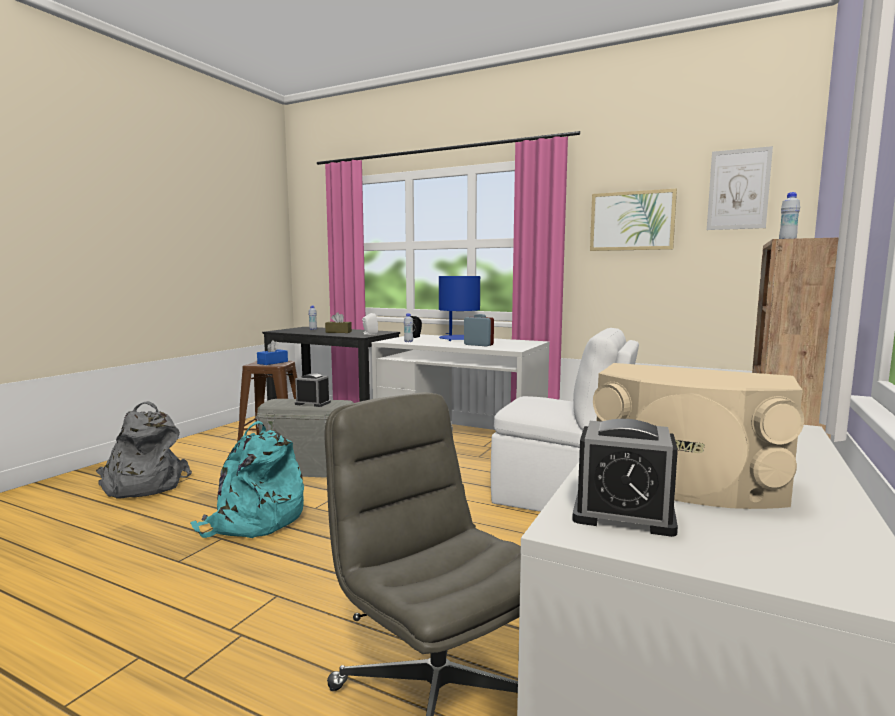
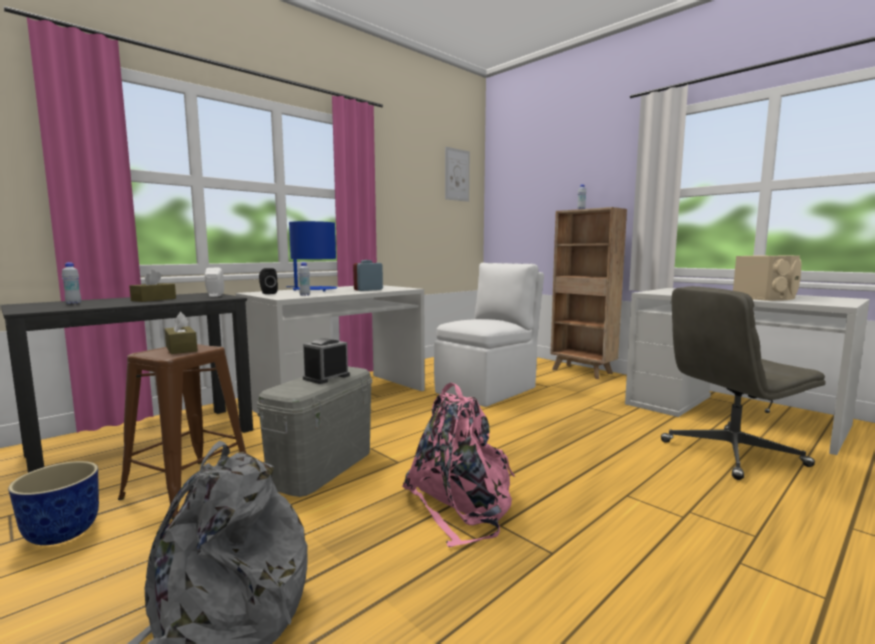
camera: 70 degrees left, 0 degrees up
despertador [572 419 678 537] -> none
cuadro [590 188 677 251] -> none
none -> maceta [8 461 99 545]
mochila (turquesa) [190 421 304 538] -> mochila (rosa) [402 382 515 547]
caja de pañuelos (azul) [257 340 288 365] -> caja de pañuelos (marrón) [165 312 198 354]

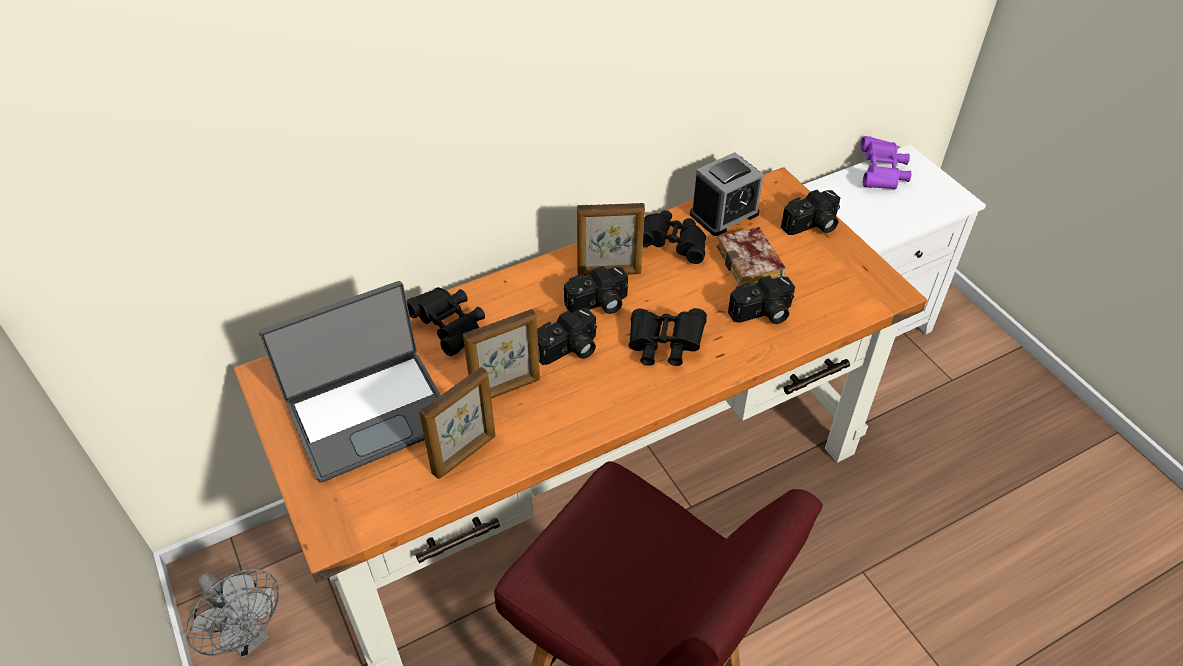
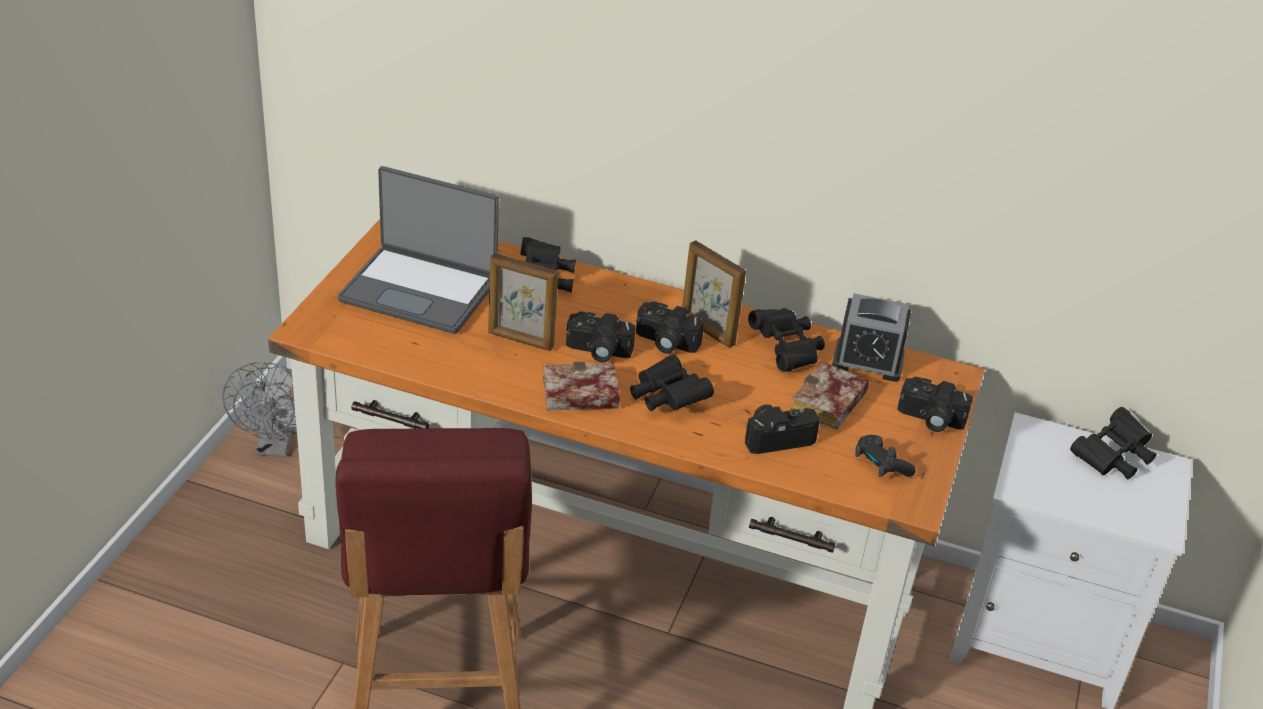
camera: 45 degrees right, 10 degrees down
portarretratos [419 367 495 479] -> none
none -> libro [543 362 620 410]
none -> mando de consola (negro) [855 435 916 477]
prismáticos (morado) [860 136 911 190] -> prismáticos (negro) [1070 407 1156 479]
cámara [728 275 795 324] -> cámara [745 404 820 454], 135 degrees clockwise

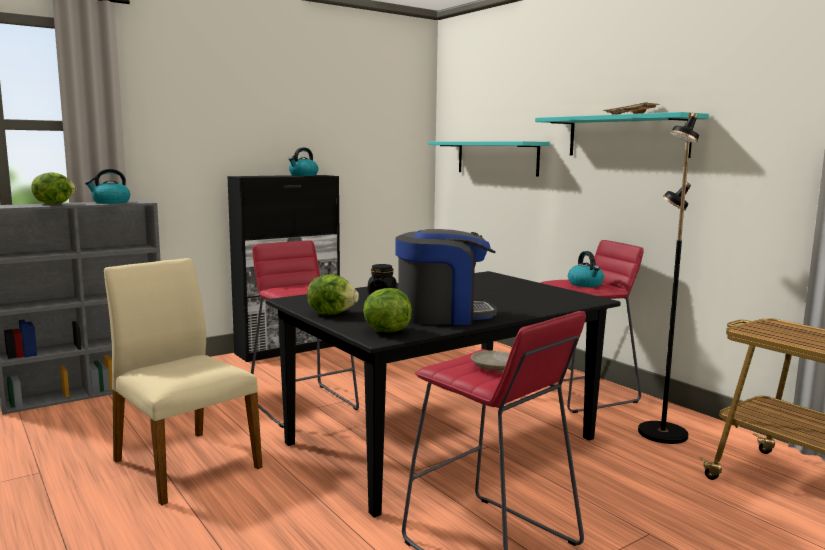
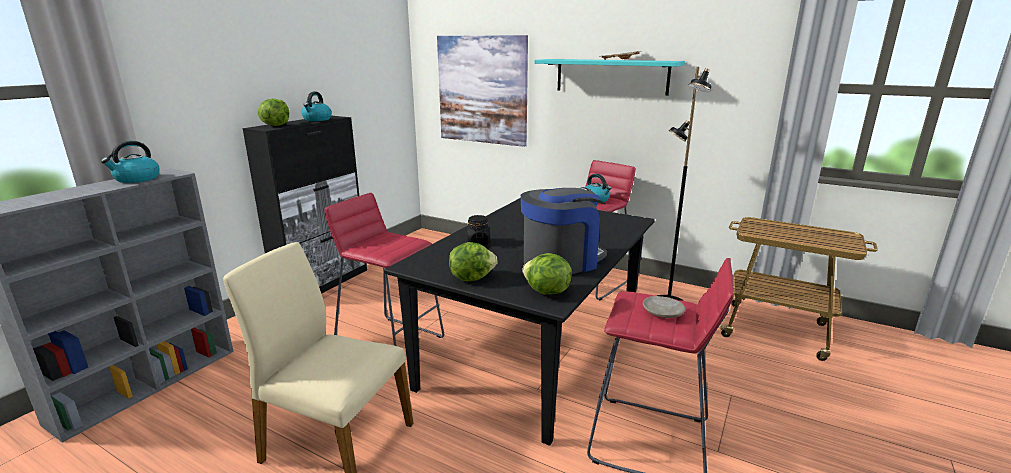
camera: 25 degrees left, 10 degrees up
lechuga [31 172 76 204] -> lechuga [258 99 289 126], relocated
estante (turquesa) [428 141 550 177] -> cuadro [437 35 528 147]

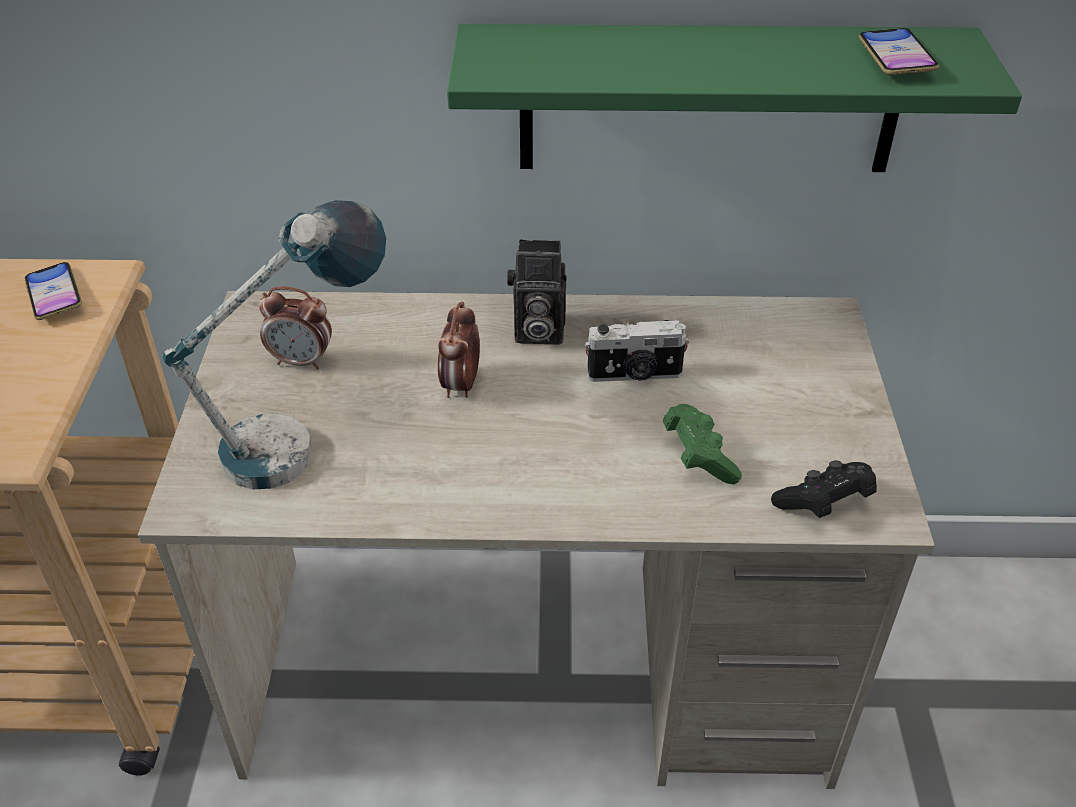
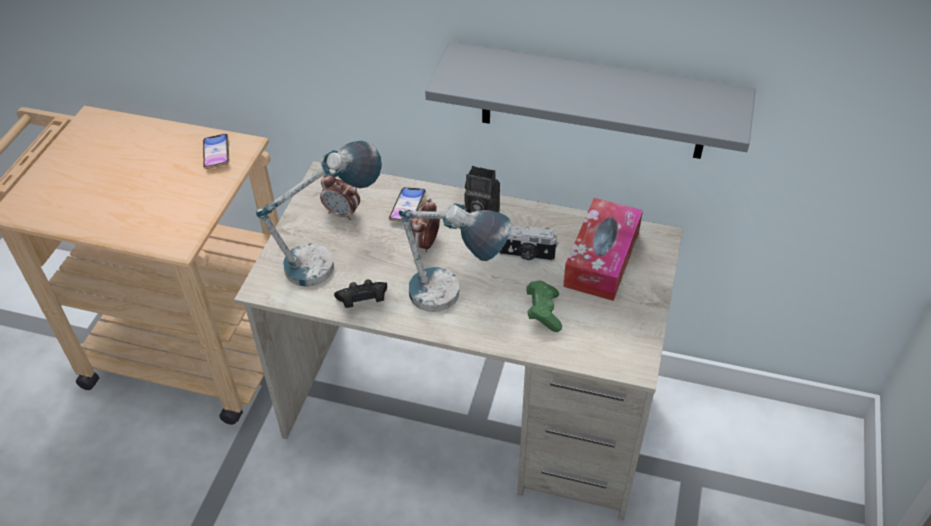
camera: 15 degrees right, 5 degrees up
none -> lámpara de mesa [399 203 511 312]
none -> caja de pañuelos [563 198 643 301]
mando de consola (negro) [771 460 877 518] -> mando de consola (negro) [334 279 387 308], relocated
móvil [859 28 939 75] -> móvil [389 187 426 222], relocated
estante (verde) [447 24 1022 172] -> estante (gris) [425 42 756 159]

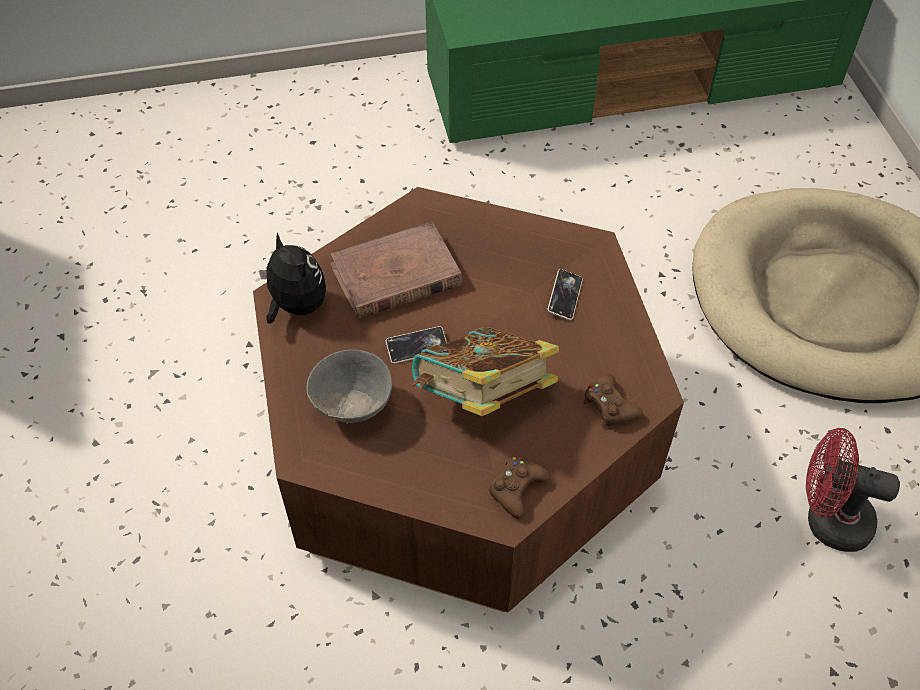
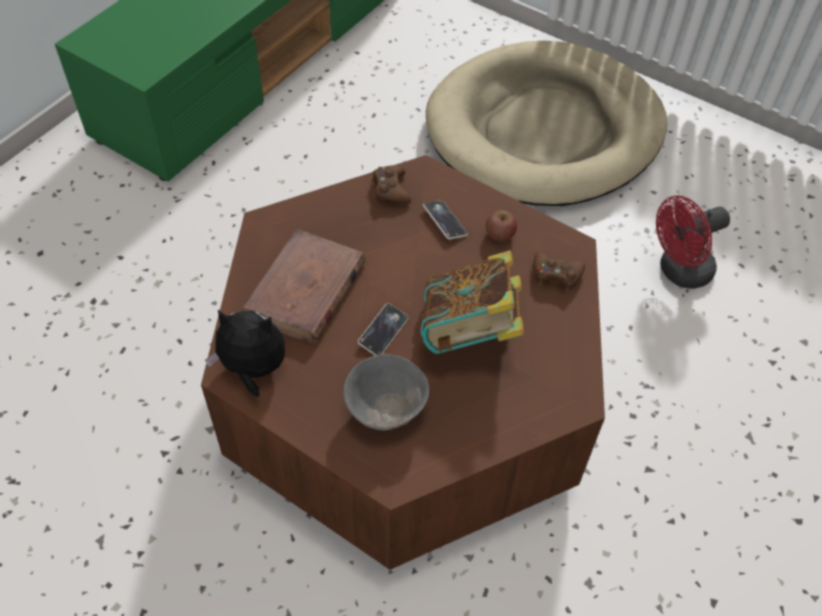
camera: 45 degrees left, 0 degrees up
none -> manzana [486 210 517 242]
mando de consola (marrón) [489 457 550 519] -> mando de consola (marrón) [372 165 411 204], relocated

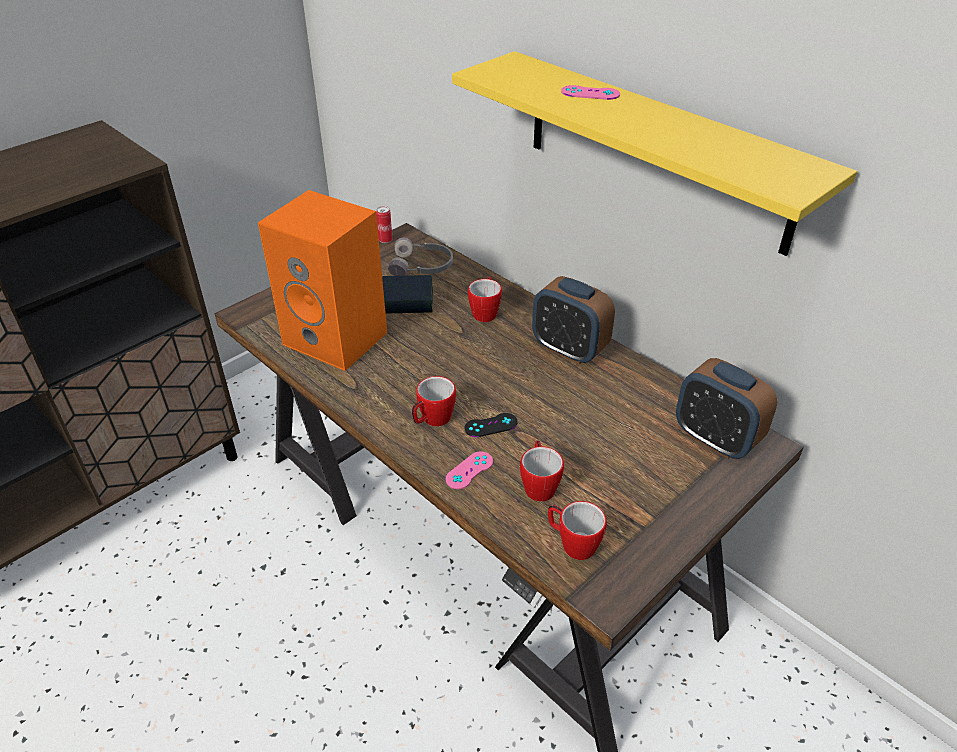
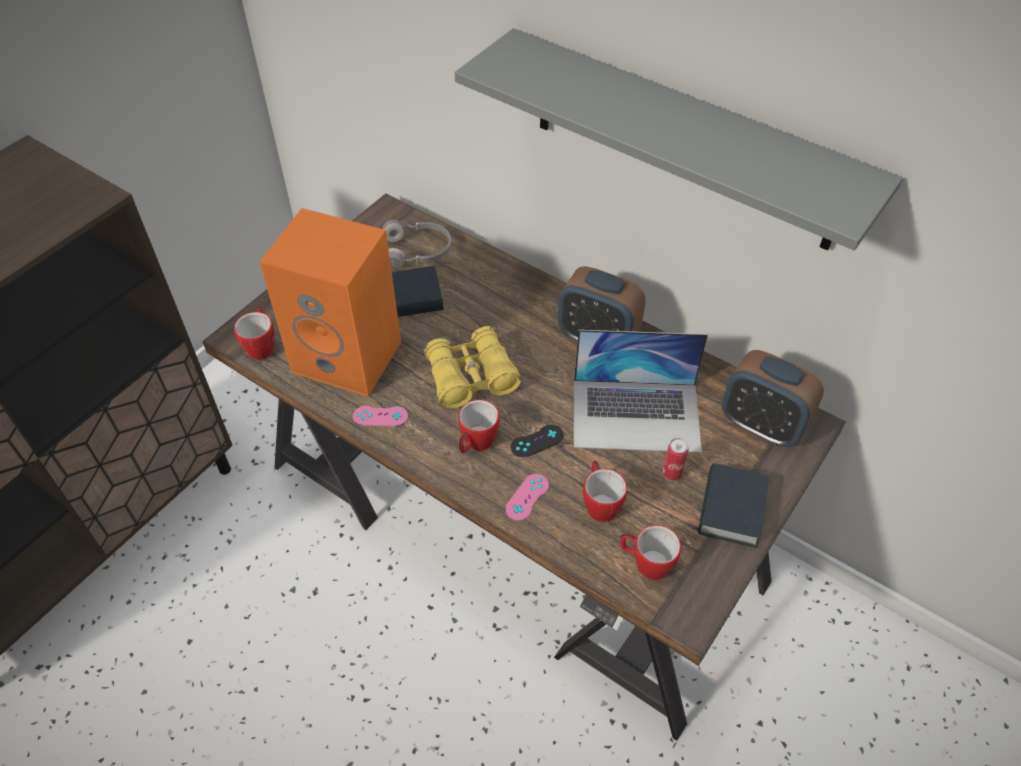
camera: 10 degrees left, 10 degrees up
none -> prismáticos (amarillo) [423 326 521 409]
none -> portátil [574 330 708 453]
none -> libro [698 463 769 548]
lata [376 206 393 243] -> lata [663 438 689 481], relocated
taza grande [468 276 502 322] -> taza grande [234 306 275 360], relocated
mando de consola (rosa) [561 85 620 100] -> mando de consola (rosa) [353 406 408 427], relocated
estante (amarillo) [452 51 857 256] -> estante (gris) [455 28 903 251]

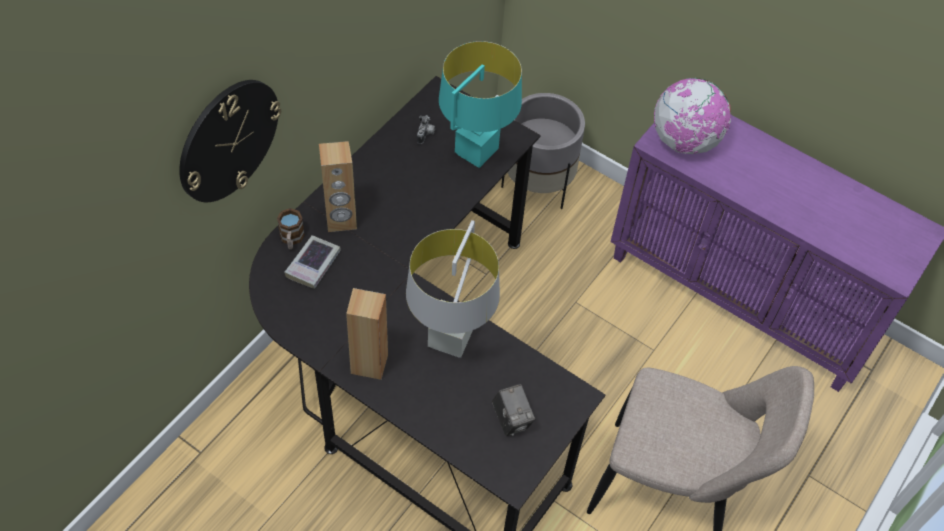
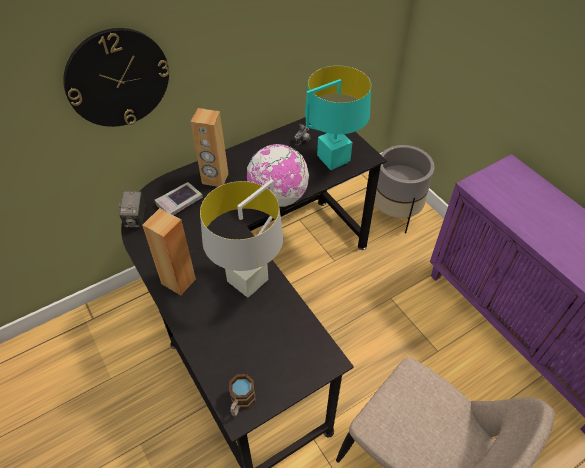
camera: 25 degrees right, 5 degrees down
taza grande [277 208 305 250] -> taza grande [229 374 255 416], relocated
cámara [492 384 535 436] -> cámara [119 191 146 228], relocated
globo terráqueo [653 78 731 154] -> globo terráqueo [247 144 309 207], relocated

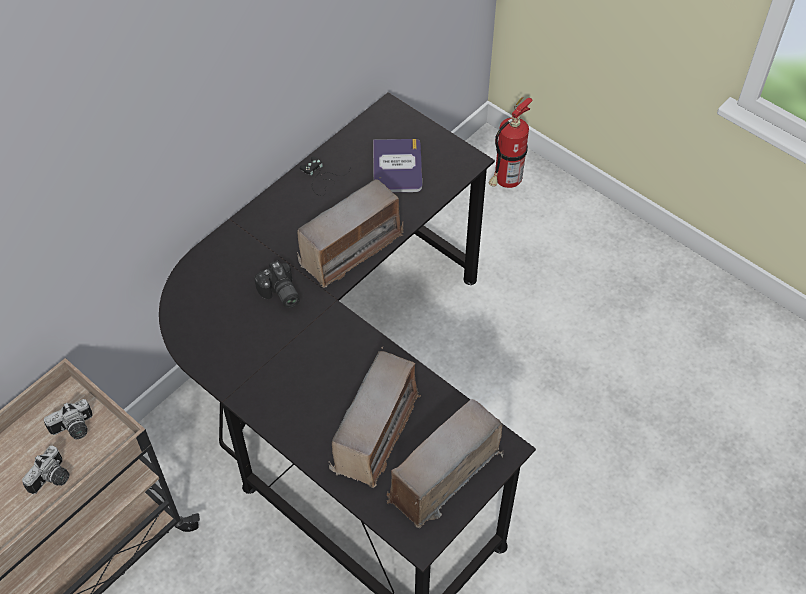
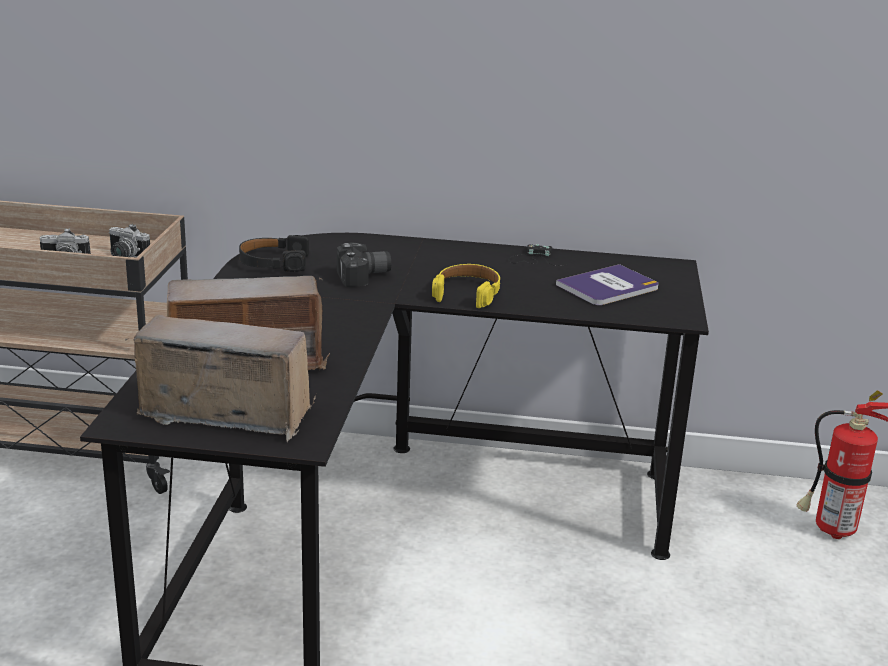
camera: 55 degrees right, 30 degrees down
none -> auriculares (negro) [239 235 309 272]
radio [297 177 404 288] -> auriculares (amarillo) [432 264 500 308]
cámara [254 260 300 308] -> cámara [337 242 391 287], 135 degrees counterclockwise

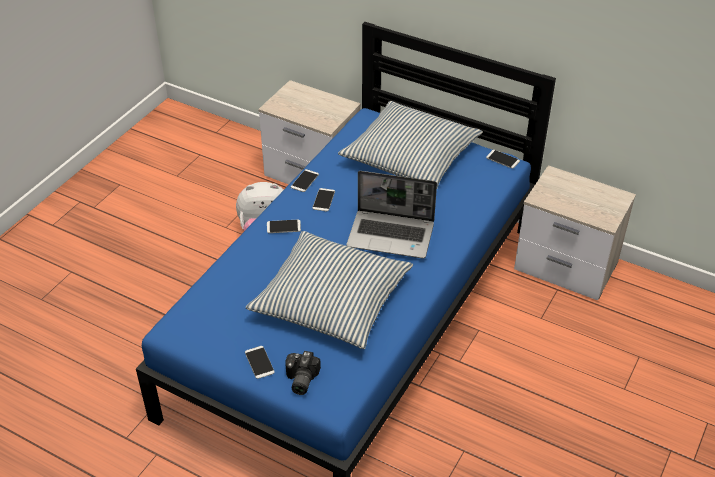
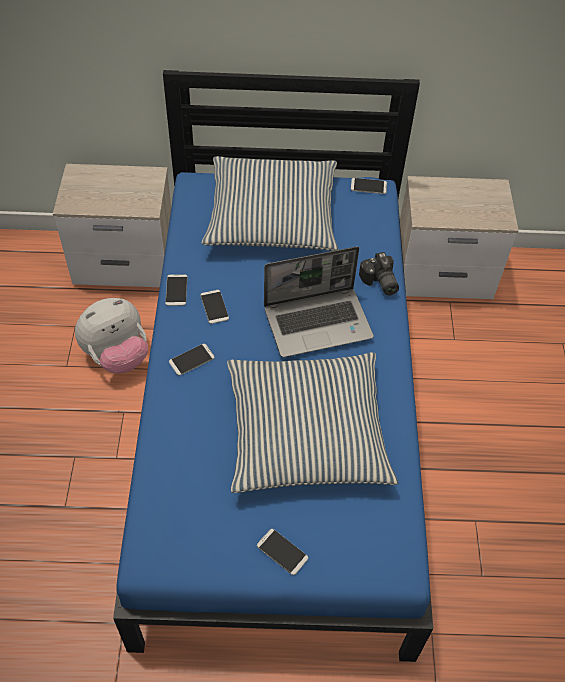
camera: 30 degrees left, 10 degrees up
cámara [285 351 321 395] -> cámara [359 252 399 295], relocated

